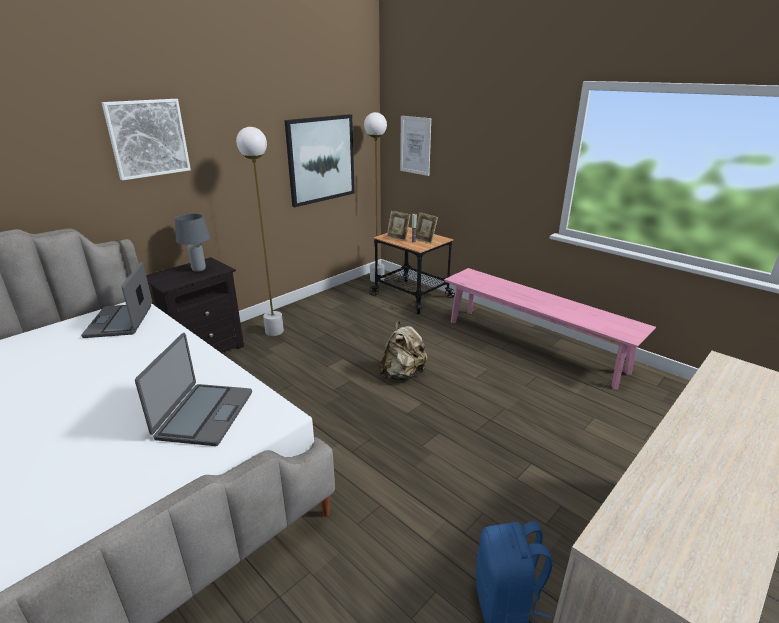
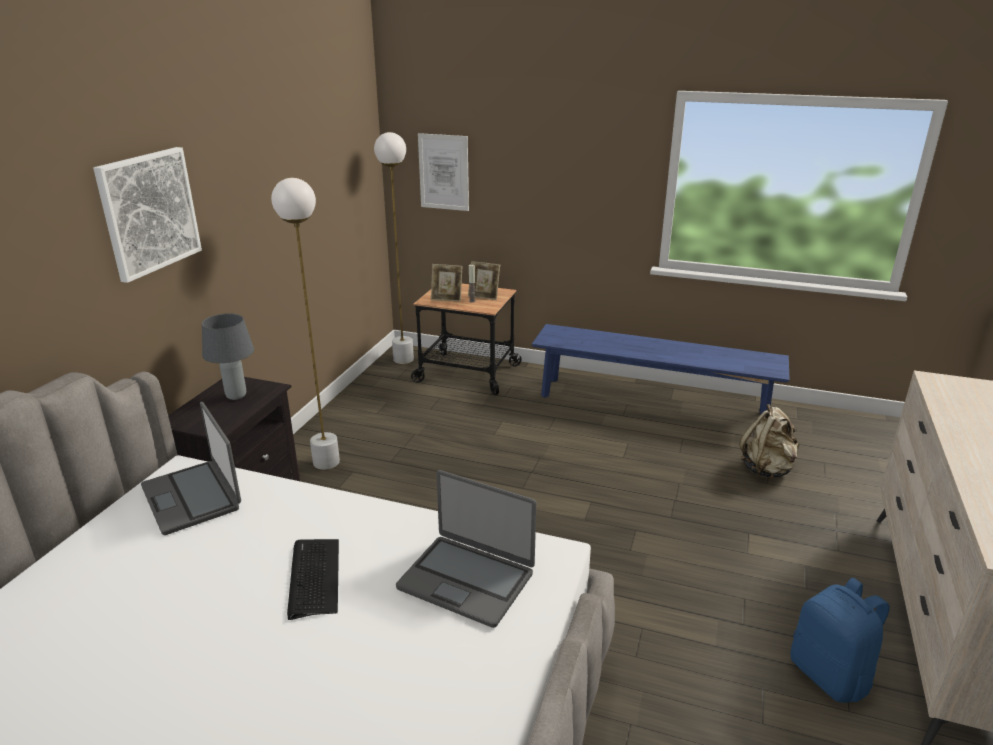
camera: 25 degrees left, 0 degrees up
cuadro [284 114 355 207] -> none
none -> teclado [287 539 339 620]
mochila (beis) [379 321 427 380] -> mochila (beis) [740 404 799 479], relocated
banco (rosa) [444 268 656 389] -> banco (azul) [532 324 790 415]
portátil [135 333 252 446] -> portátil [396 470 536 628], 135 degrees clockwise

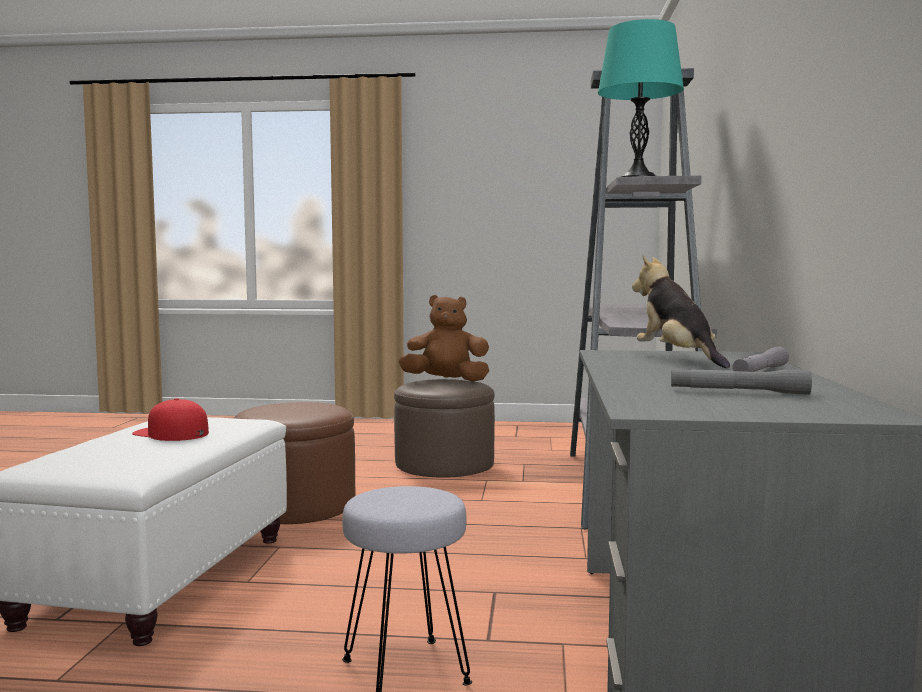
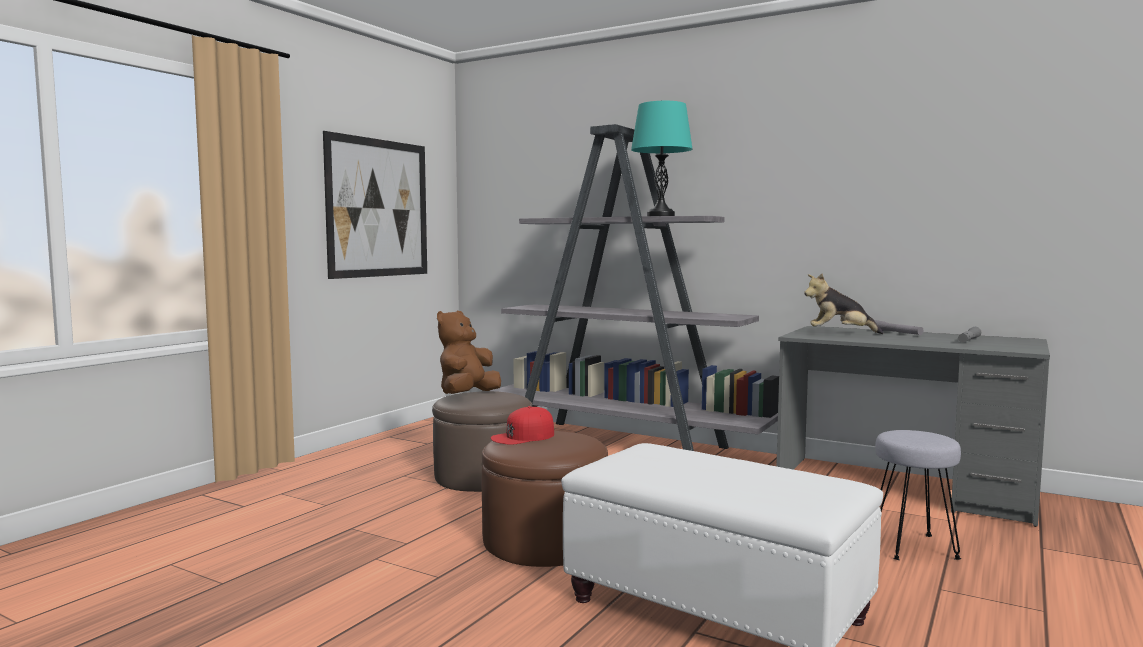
camera: 65 degrees left, 0 degrees up
none -> cuadro [323 131 427 279]
gorra (rojo) [132 398 209 441] -> gorra (rojo) [491 406 554 445], relocated

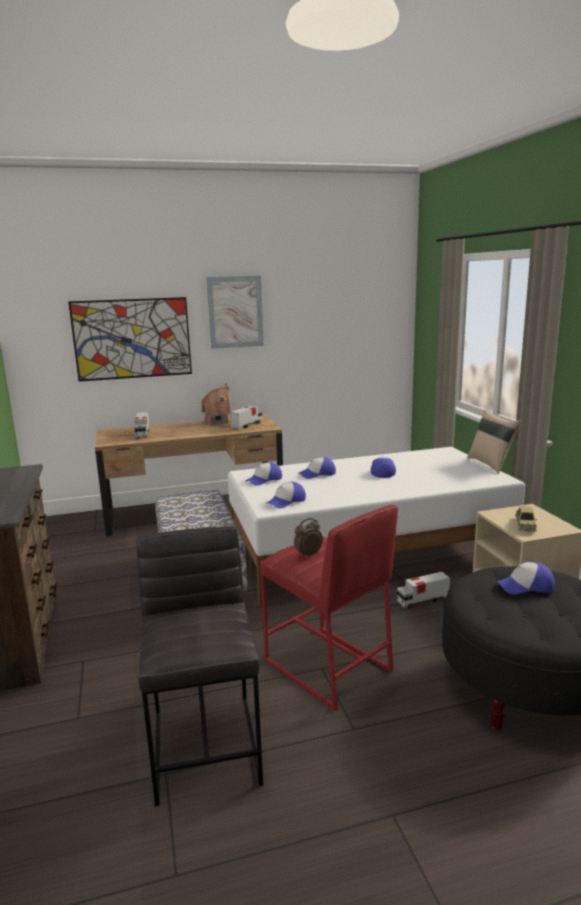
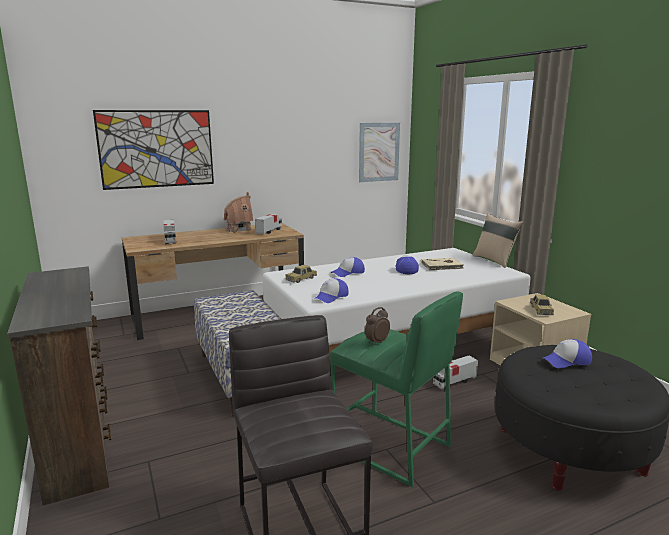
camera: 10 degrees left, 0 degrees up
none -> libro (beis) [421 258 464 270]
cuadro [206 276 264 349] -> cuadro [359 123 400 182], relocated
gorra [246 462 282 486] -> coche de juguete [285 265 317 283]
taburete (rojo) [260 505 398 711] -> taburete (verde) [330 291 463 487]

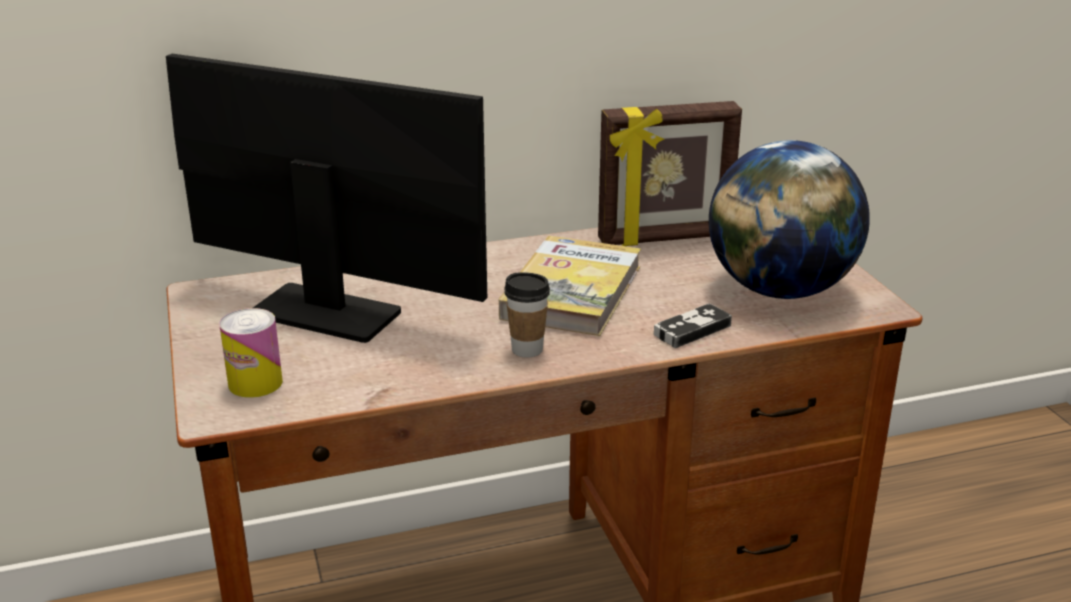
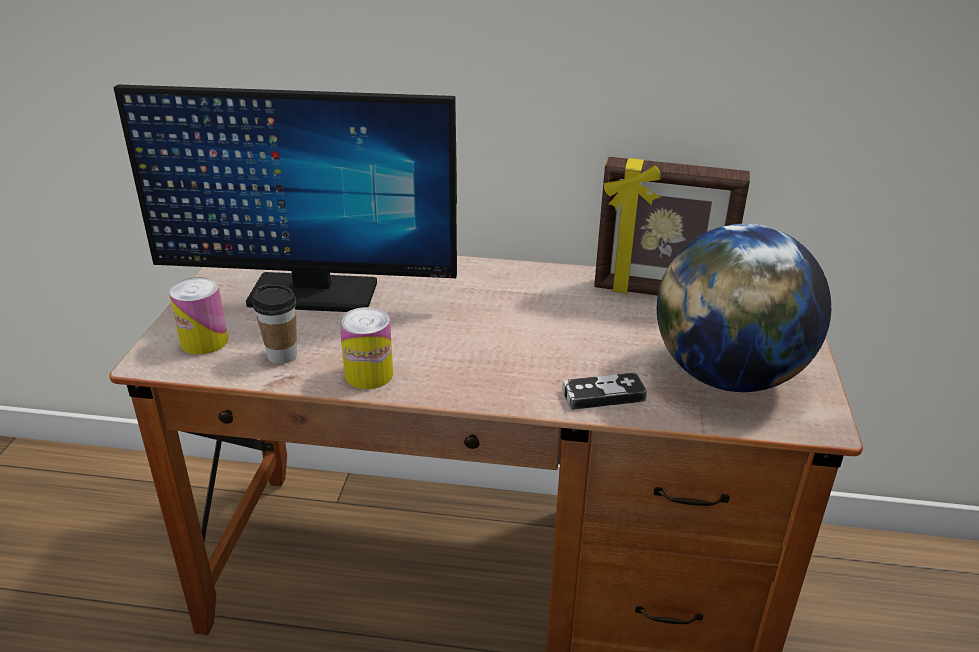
camera: 25 degrees right, 5 degrees up
libro [499 236 641 336] -> none
none -> lata [340 307 393 389]
taza [504 272 550 358] -> taza [253 284 297 364], relocated
monitor [166 54 487 343] -> monitor [113 84 457 312], 135 degrees clockwise

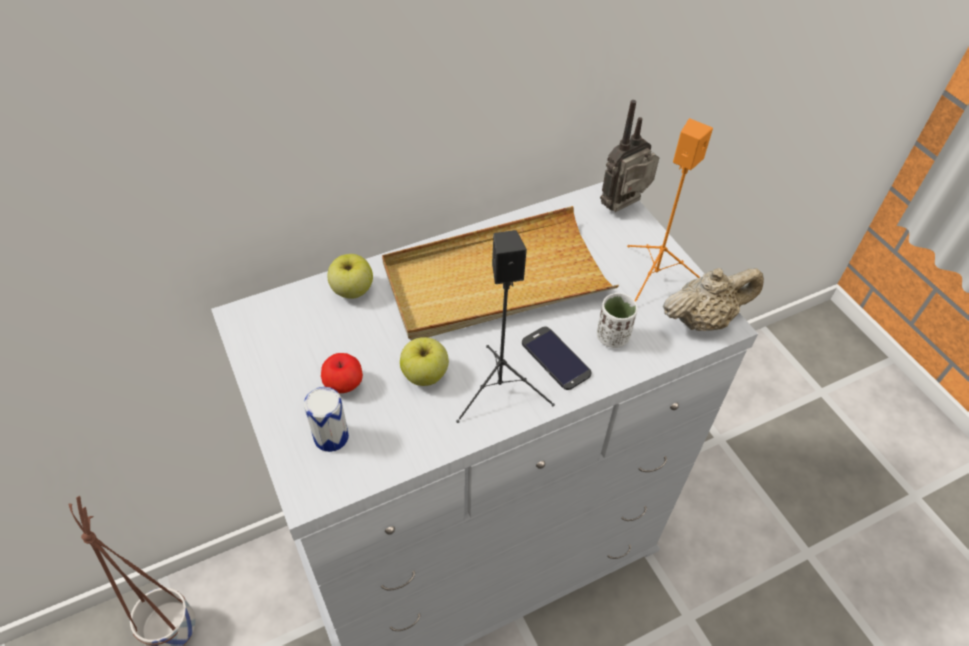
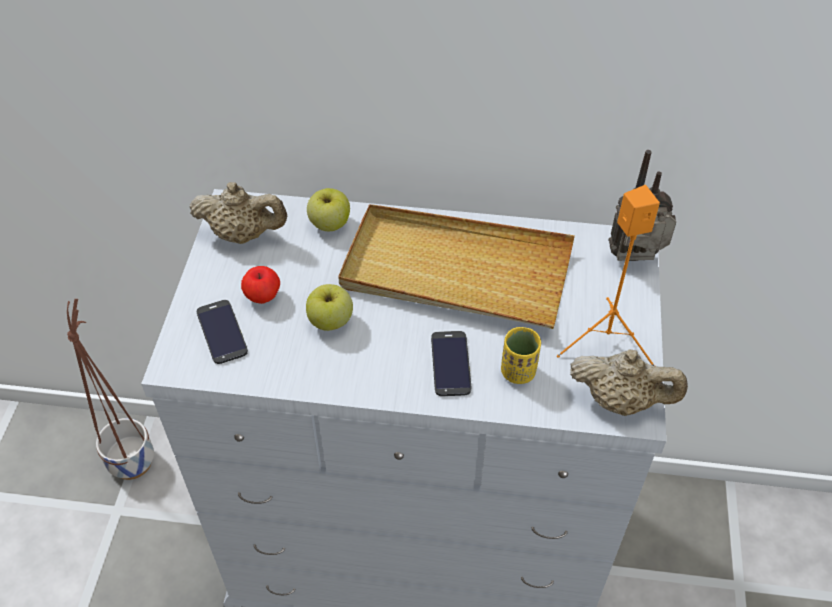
camera: 35 degrees right, 0 degrees up
altavoz (negro) [456 230 555 423] -> none
none -> tetera (beis) [189 182 287 244]
lata [304 387 349 452] -> móvil [197 300 248 364]
taza (blanco) [597 293 638 348] -> taza (amarillo) [501 327 541 384]

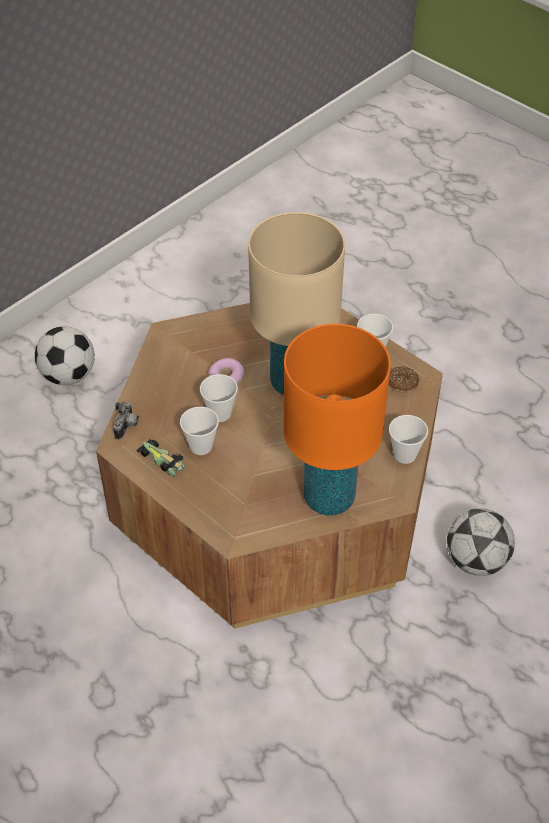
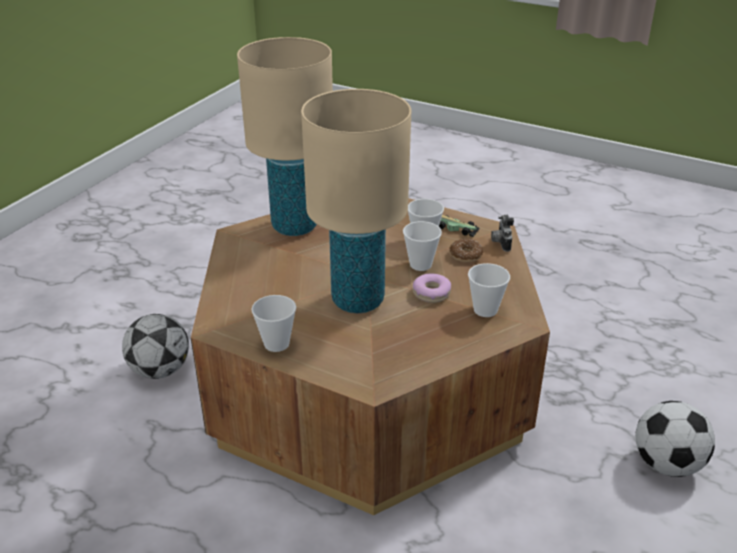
camera: 165 degrees right, 15 degrees down
rosquilla [389 366 419 393] -> rosquilla [449 239 483 262], relocated
taza [389 415 428 464] -> taza [468 263 510 317], relocated
lámpara de mesa (naranja) [284 324 391 515] -> lámpara de mesa (beis) [237 37 333 236]

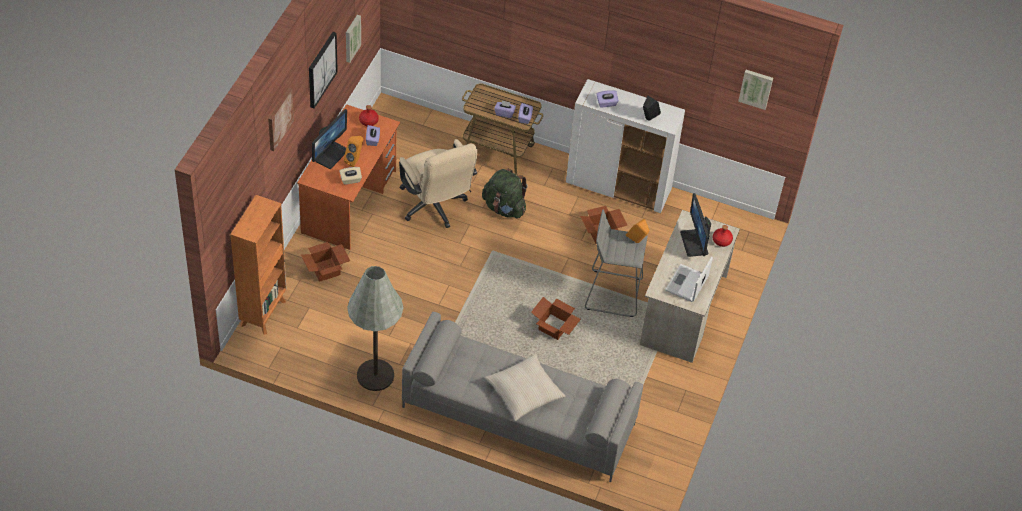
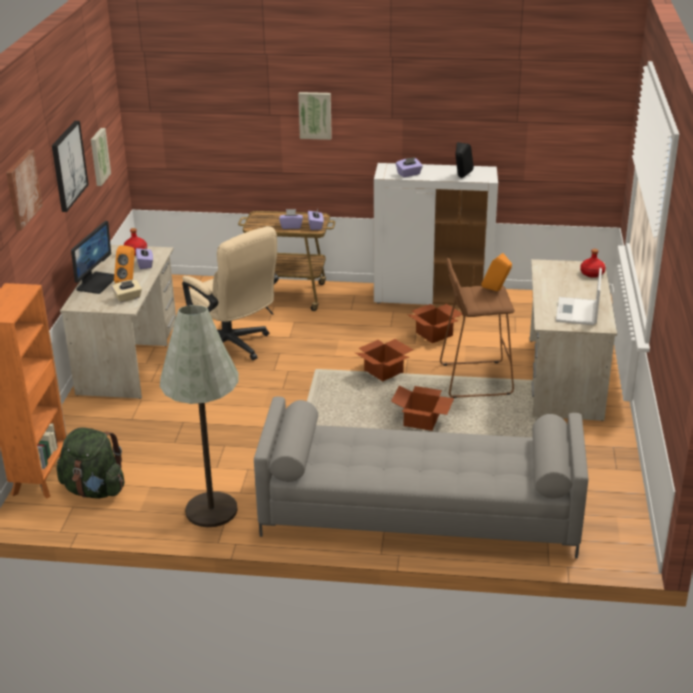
camera: 10 degrees left, 20 degrees down
cojín (beis) [485 354 565 421] -> none
monitor [680 193 711 257] -> none
caja de cartón [301 242 350 282] -> caja de cartón [355 339 413 381], relocated
mochila (verde) [482 169 528 219] -> mochila (verde) [57 427 124 499], relocated
cuadro [738 70 773 110] -> cuadro [298 92 332 140], relocated
escritorio (naranja) [297 104 400 250] -> escritorio (beis) [60 245 176 399]
taburete (gris) [585 210 647 317] -> taburete (marrón) [440 258 515 398]

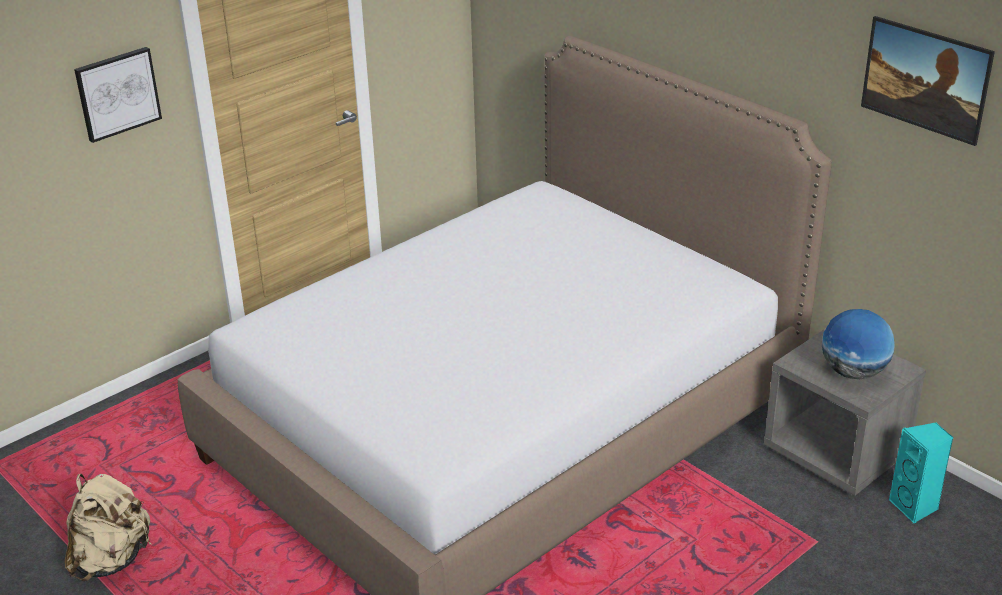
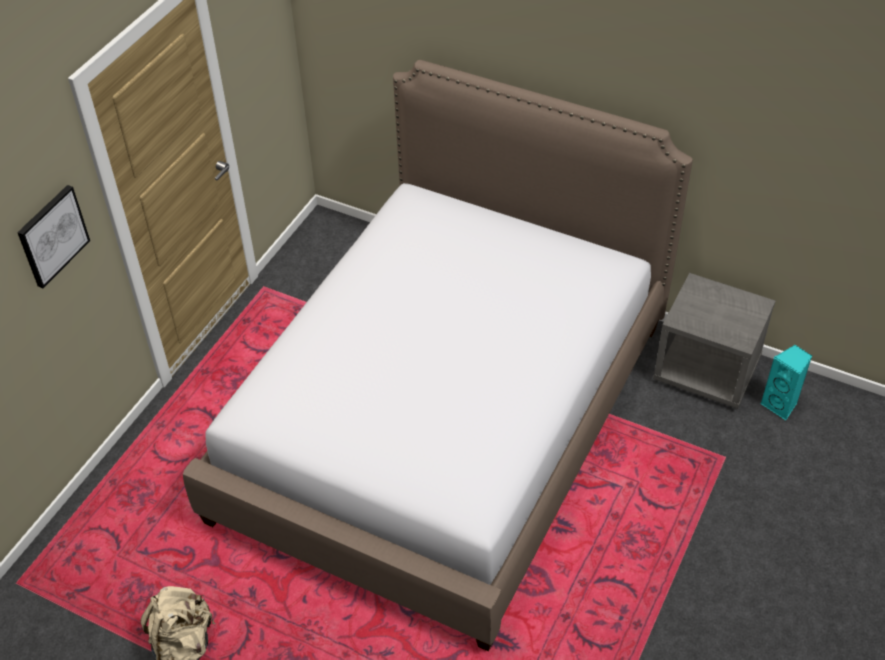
camera: 20 degrees left, 15 degrees up
globo terráqueo [822 309 895 379] -> none
cuadro [861 16 995 146] -> none

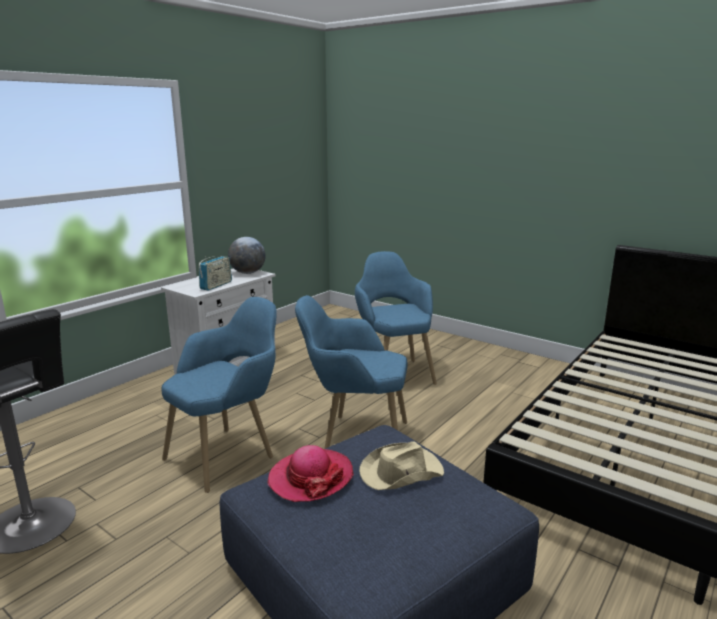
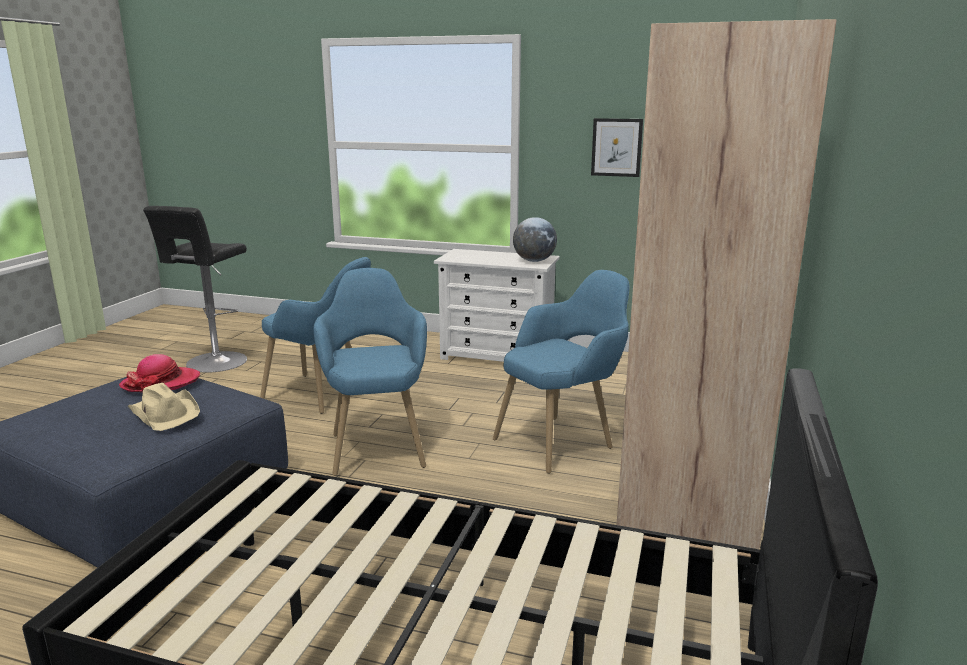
camera: 70 degrees right, 0 degrees up
radio [199 256 232 291] -> none
none -> cuadro [591 118 643 177]
none -> armario ropero (beis) [617 19 837 549]

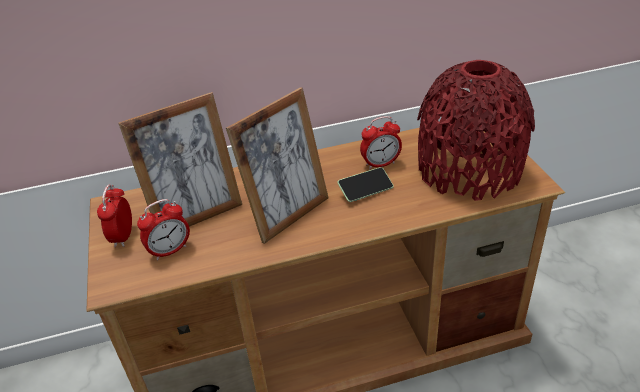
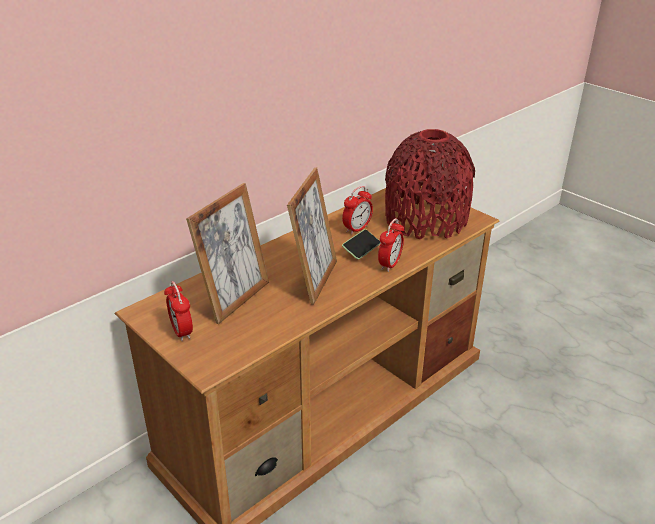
camera: 30 degrees left, 5 degrees down
despertador [137 199 190 260] -> despertador [378 218 404 272], relocated

